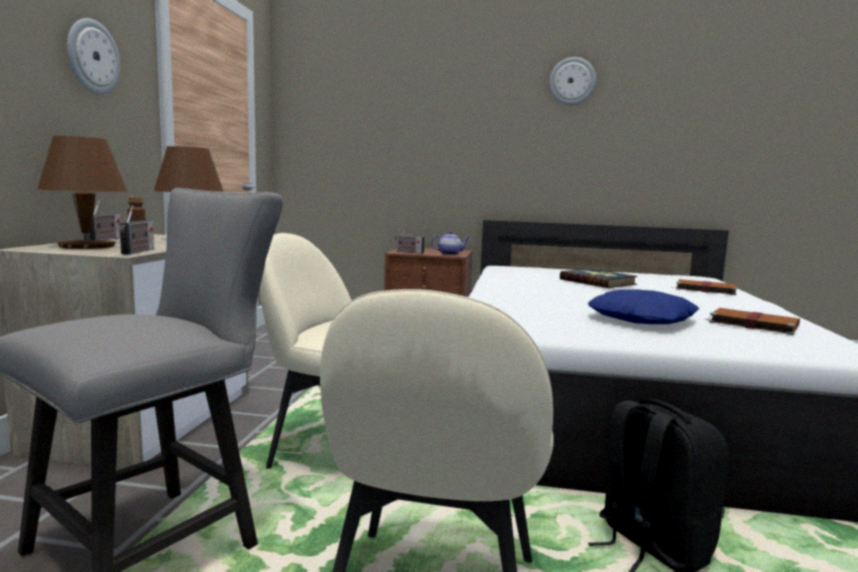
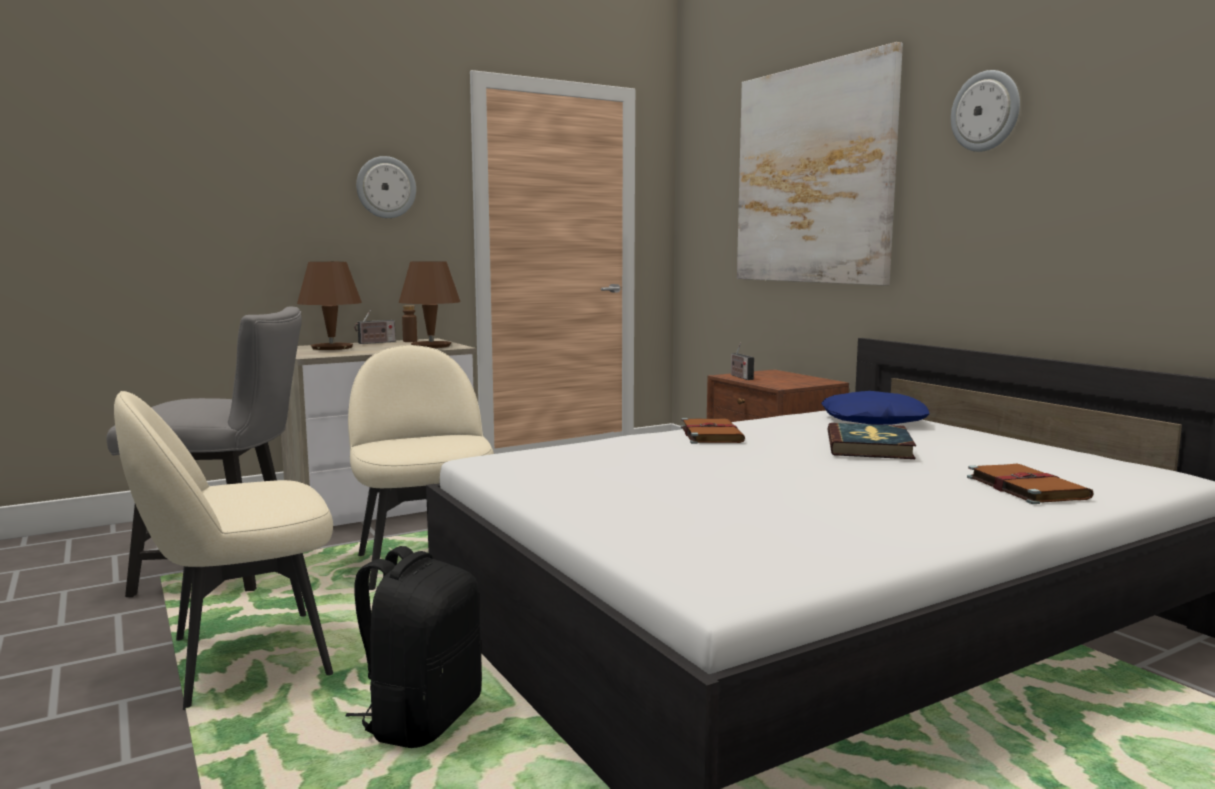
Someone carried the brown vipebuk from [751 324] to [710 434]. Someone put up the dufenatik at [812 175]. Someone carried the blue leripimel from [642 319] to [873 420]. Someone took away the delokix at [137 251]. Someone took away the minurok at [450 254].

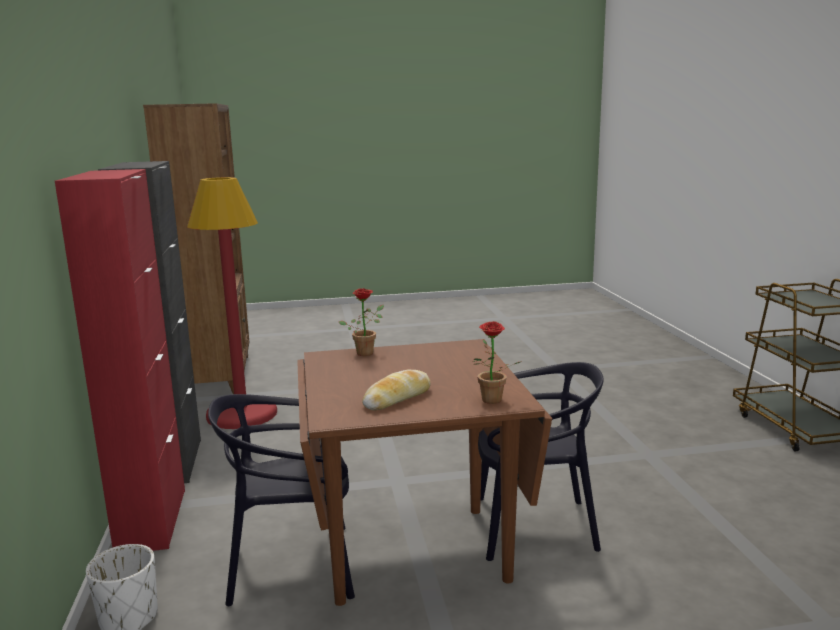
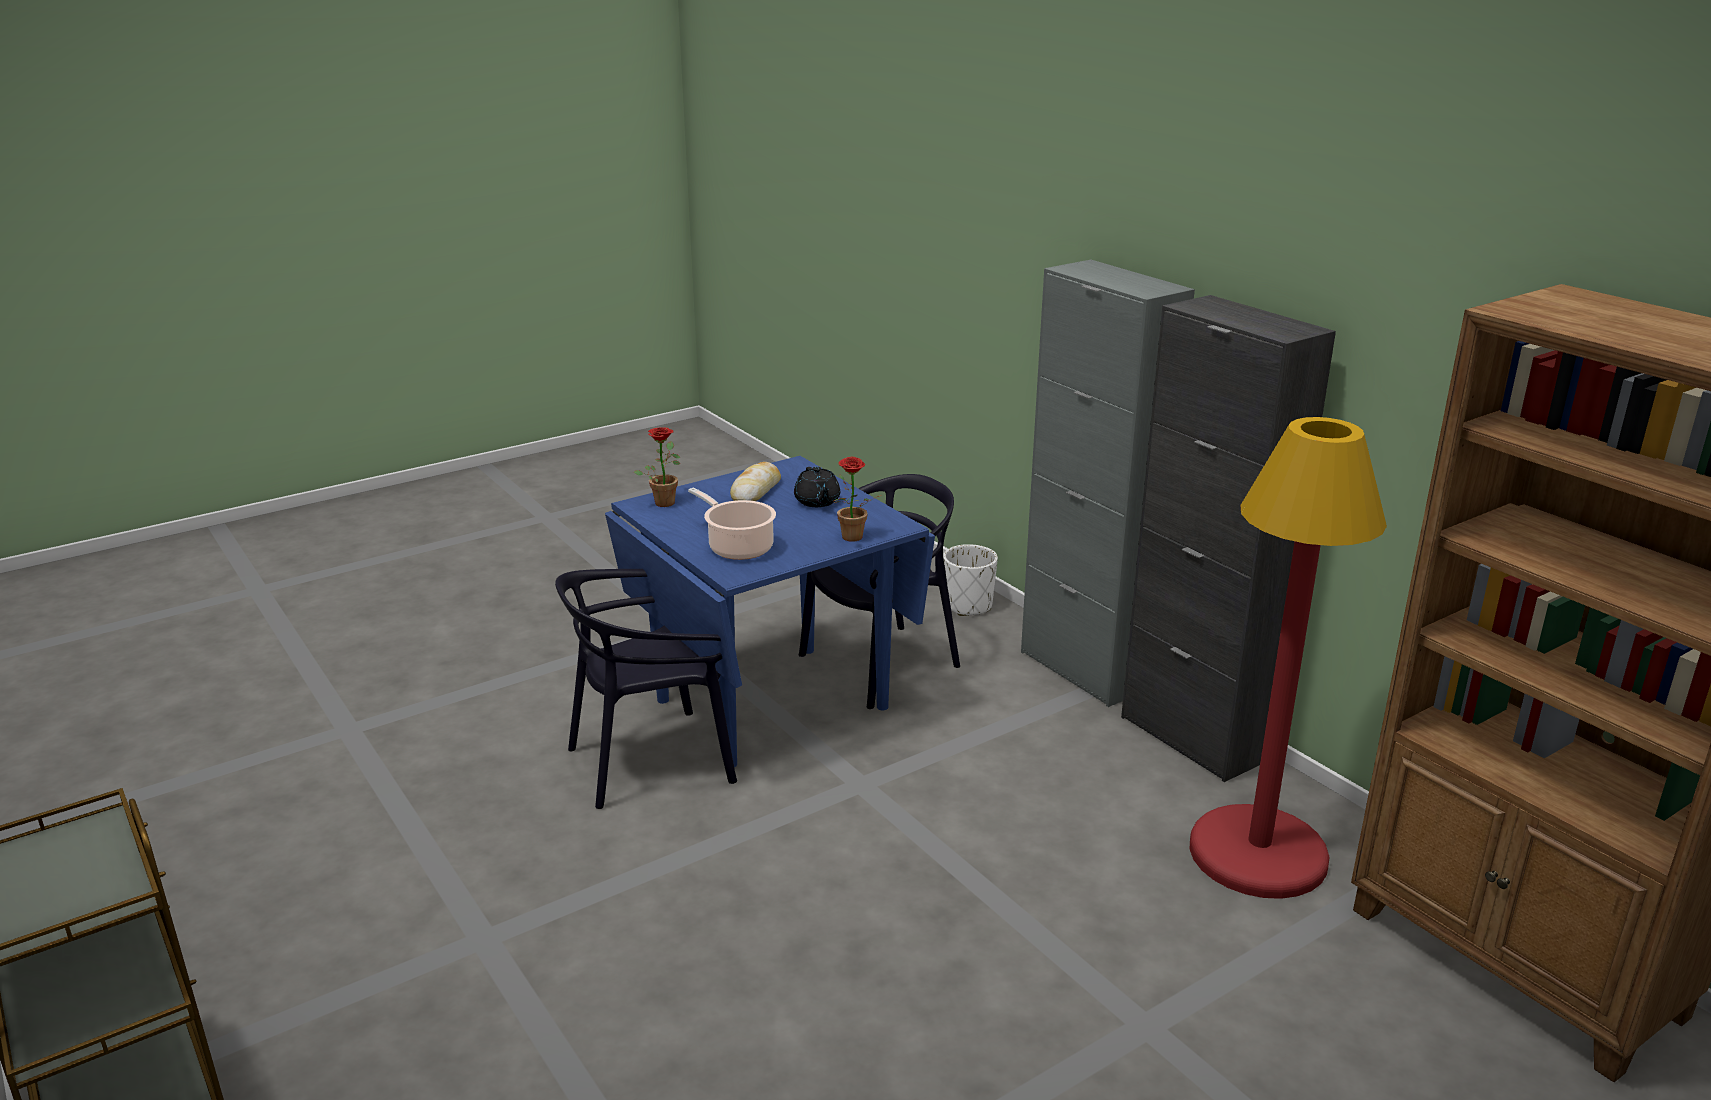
Someone repainted the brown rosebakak at [414 551], which became the blue rosebakak at [773 704]. Someone put down the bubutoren at [738 547]. Someone put down the black minurok at [817 502]. Someone repainted the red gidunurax at [152 520], which became the grey gidunurax at [1084 670].

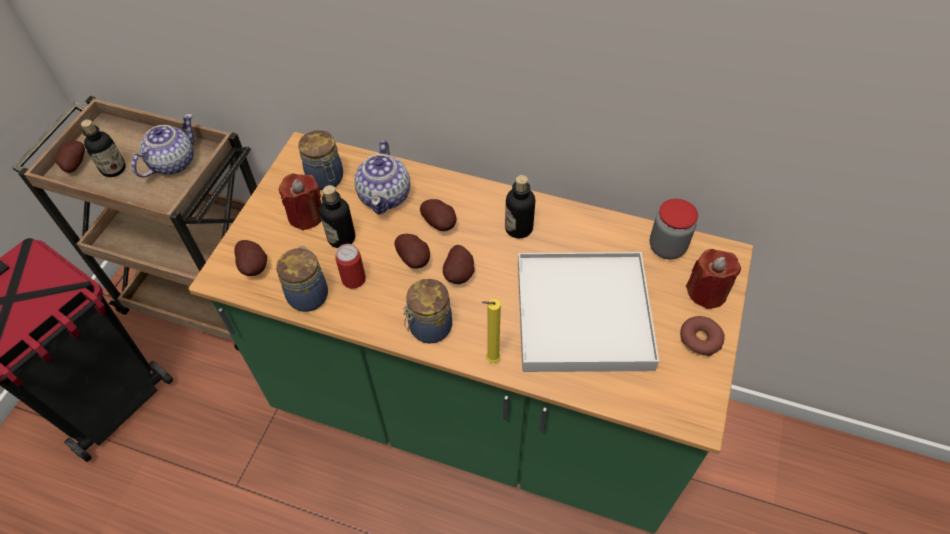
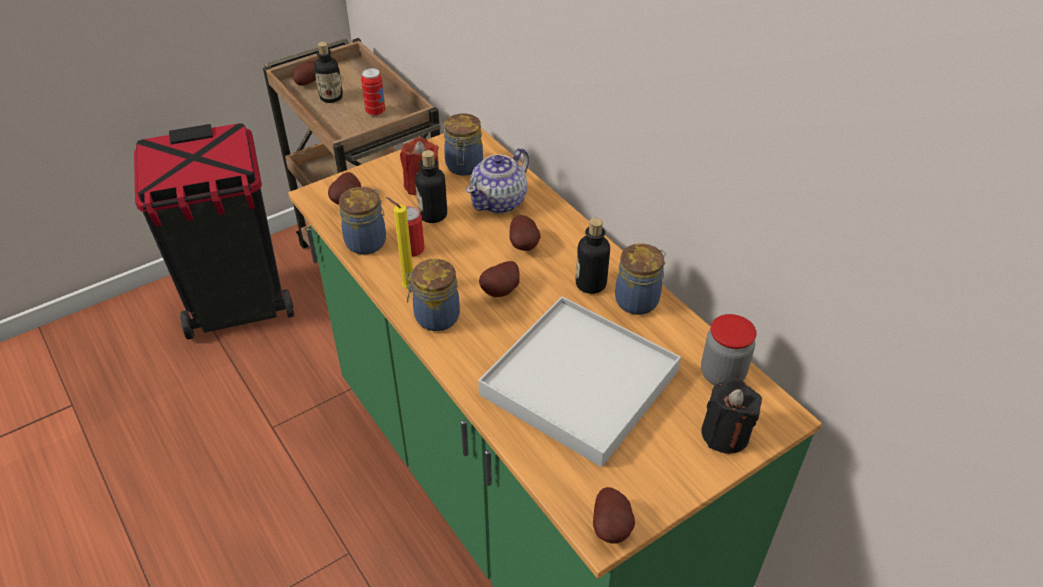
Someone swapped the minurok at [172 163] for the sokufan at [375 112]. Someone carried the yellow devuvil from [490 360] to [407 287]. Someone carried the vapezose from [415 259] to [612 527]. Someone put down the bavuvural at [638 300]. Someone repainted the red devuvil at [707 292], which became the black devuvil at [725 434]. Someone took away the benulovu at [699 339].

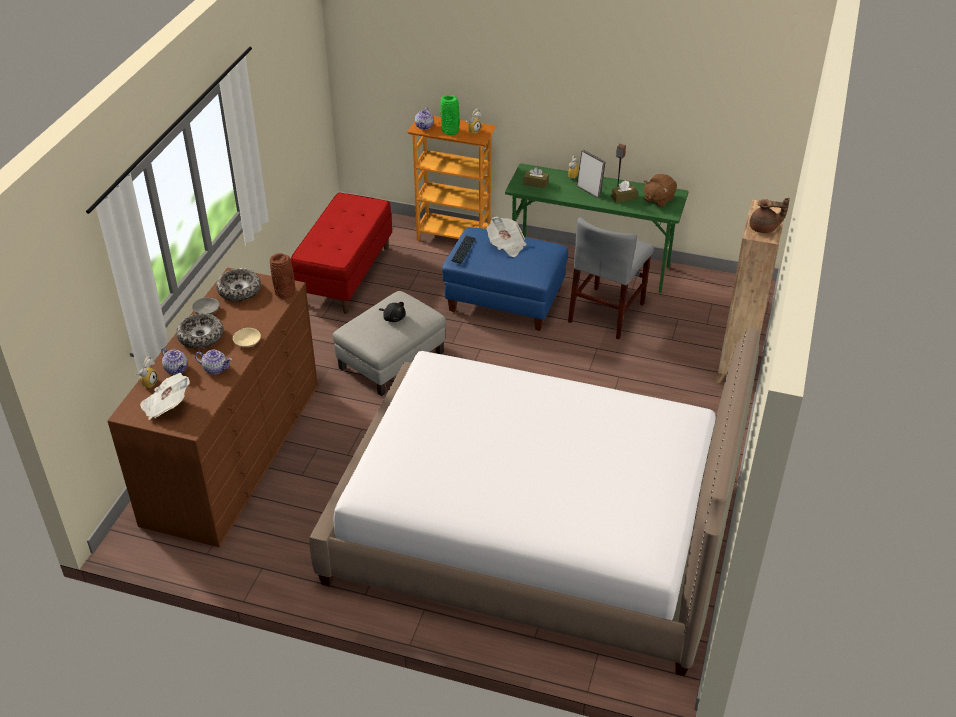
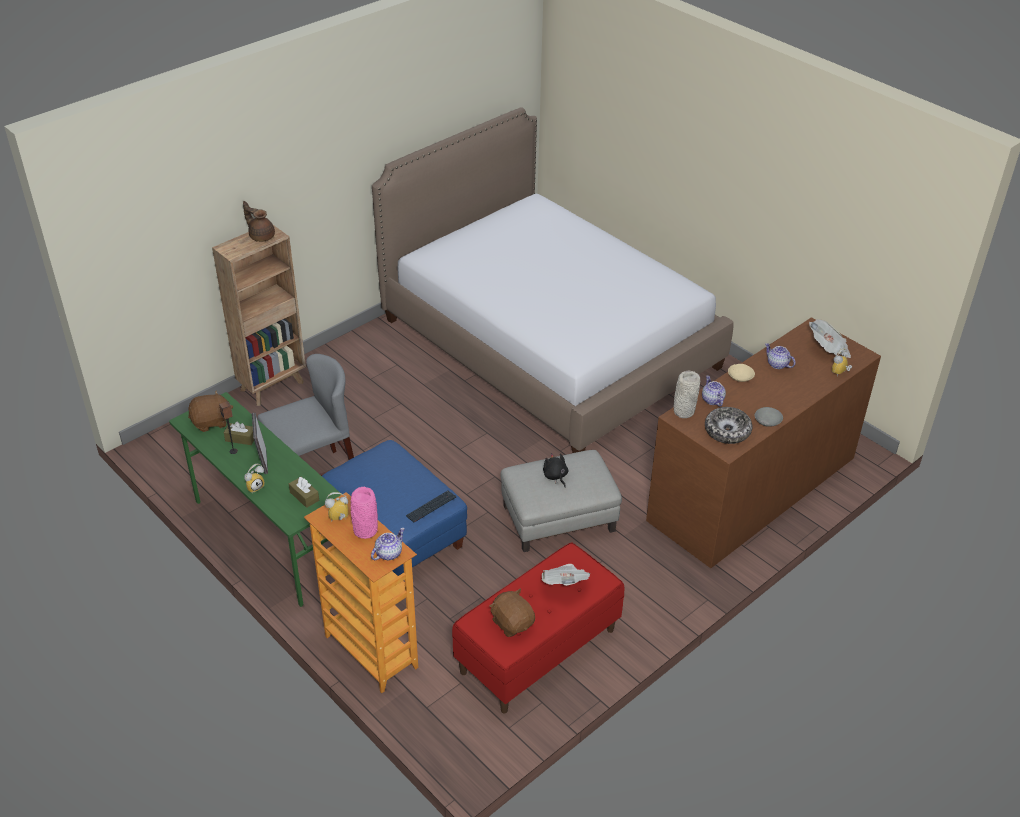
Someone repainted the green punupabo at [451 131], which became the pink punupabo at [365 530]. Someone put down the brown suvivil at [512 623]. Someone carried the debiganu from [506 245] to [564 583]. Someone repainted the brown punupabo at [285 293], which became the grey punupabo at [683 411]. Someone carried the minurok from [176 369] to [712 400]. Someone took away the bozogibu at [201 336].

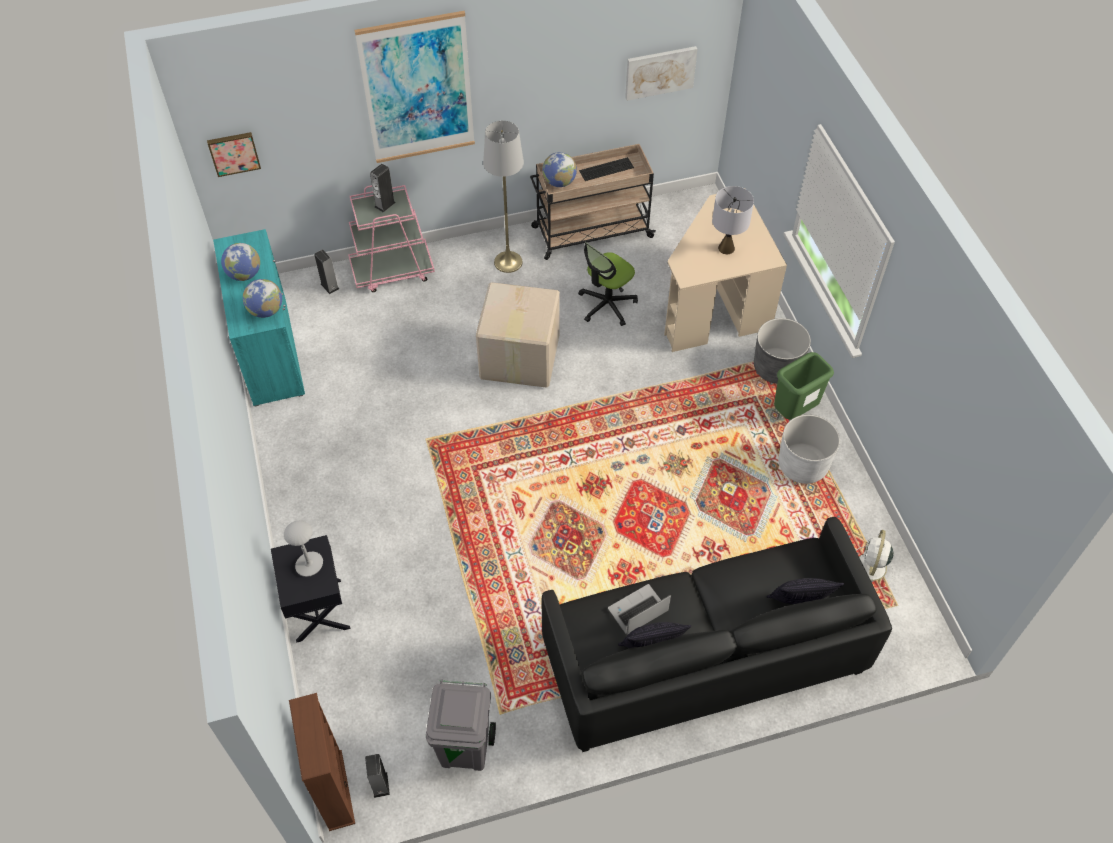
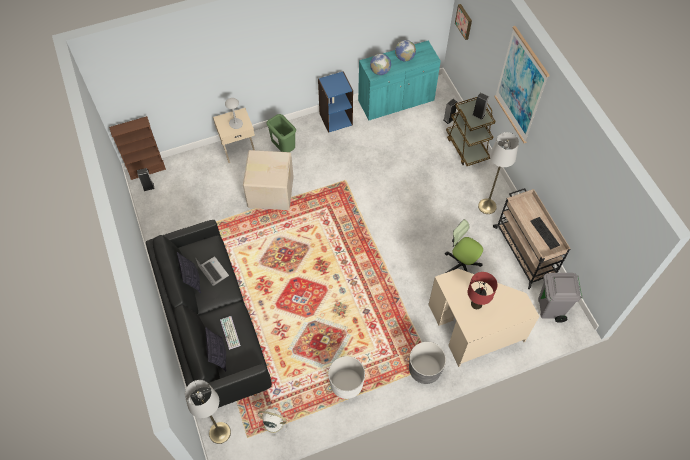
Someone put down the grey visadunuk at [219 432]. Someone repainted the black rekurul at [317 610], which became the beige rekurul at [238 148]. Someone put down the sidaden at [231 333]. Someone carried the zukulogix from [518 358] to [270 191]. Someone carried the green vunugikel from [794 411] to [284 148]. Someone put down the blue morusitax at [335 119]. Someone repainted the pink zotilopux at [393 271], which became the brown zotilopux at [467 147]. Someone repainted the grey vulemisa at [726 248], which became the red vulemisa at [476 304]. Someone carried the grey vunugikel from [465 748] to [550 309]. Someone took away the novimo at [559 182]. Someone took away the dufenatik at [660 72].

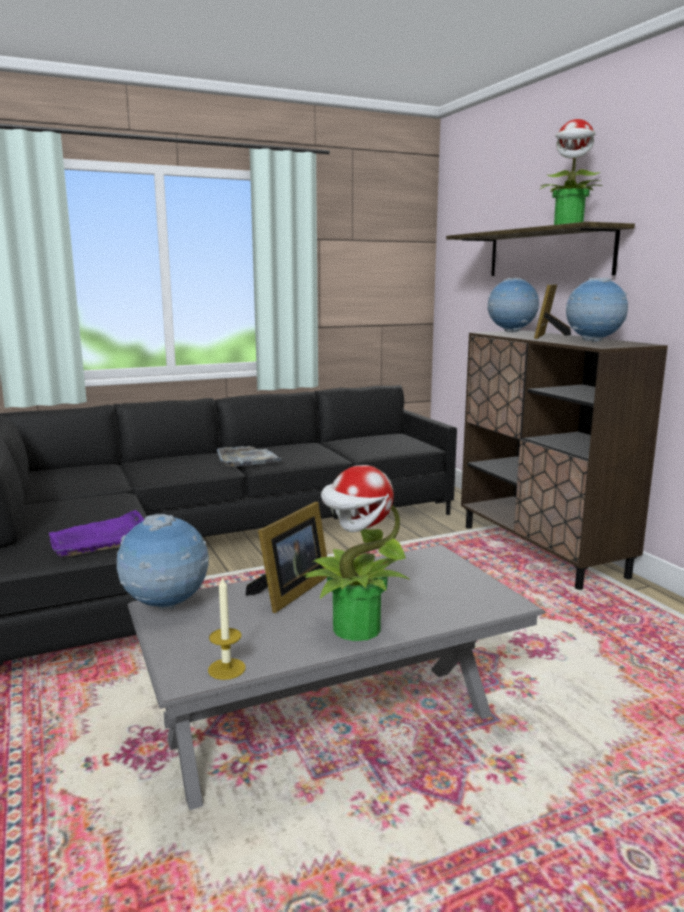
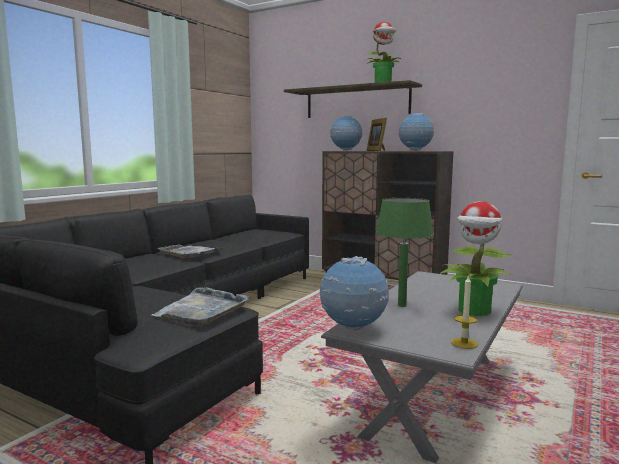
Someone repainted the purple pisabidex at [100 538], which became the grey pisabidex at [202 310]. Someone swapped the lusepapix at [290 591] for the green vulemisa at [401 305].

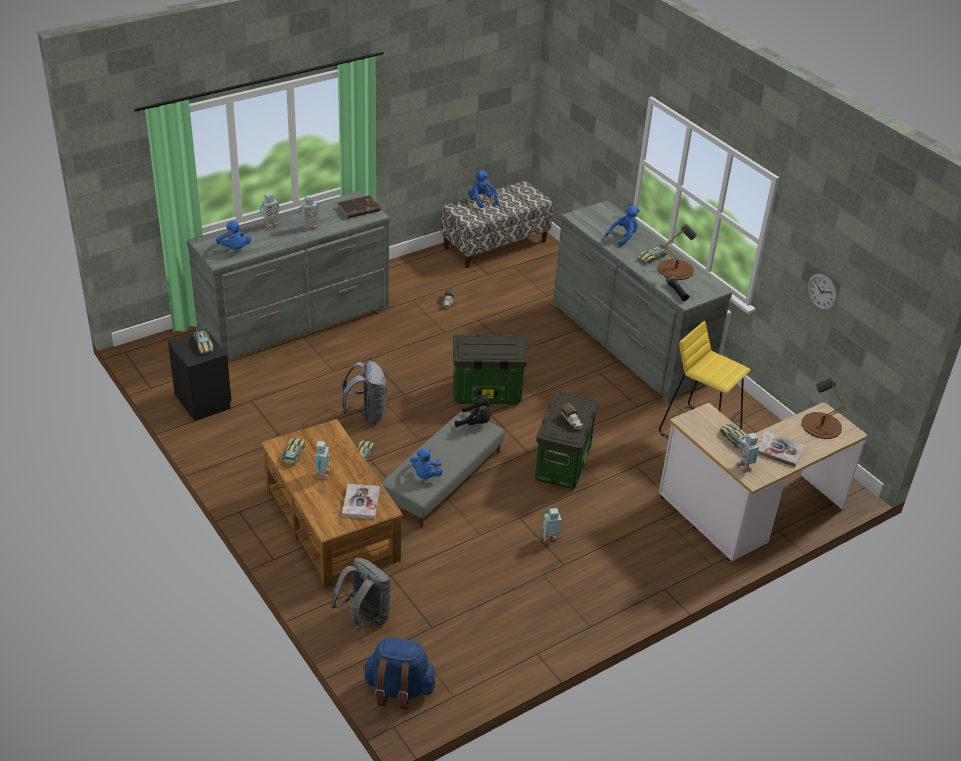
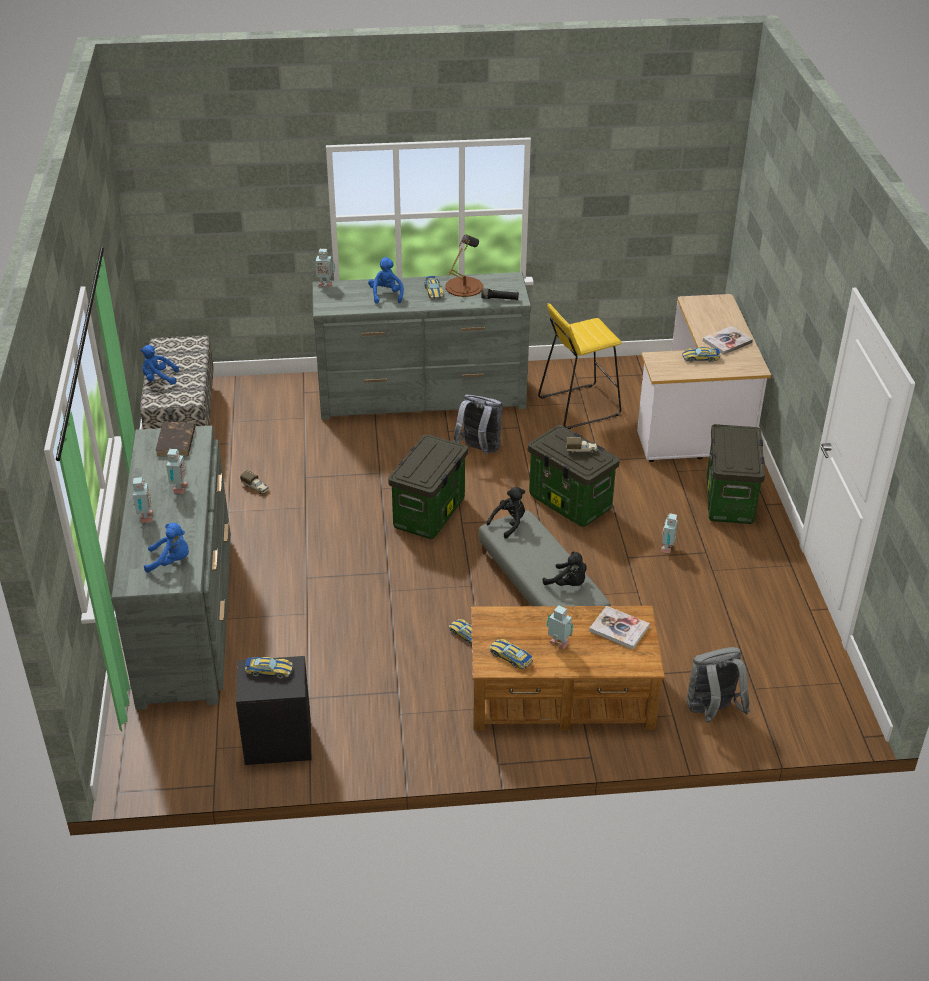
Someone carried the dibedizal from [744 467] to [324 284]. Someone carried the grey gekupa from [366 415] to [479 450]. Someone repainted the blue suvivil at [425 475], which became the black suvivil at [568 584]. Someone put down the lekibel at [730 501]. Someone took away the blue gekupa at [398 689]. Someone took away the brown vulemisa at [821 425]. Someone took away the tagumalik at [822 292].

